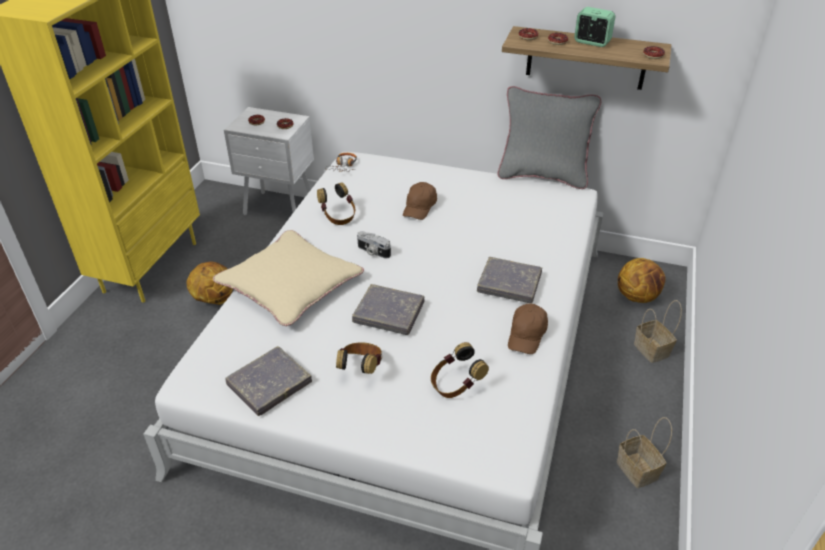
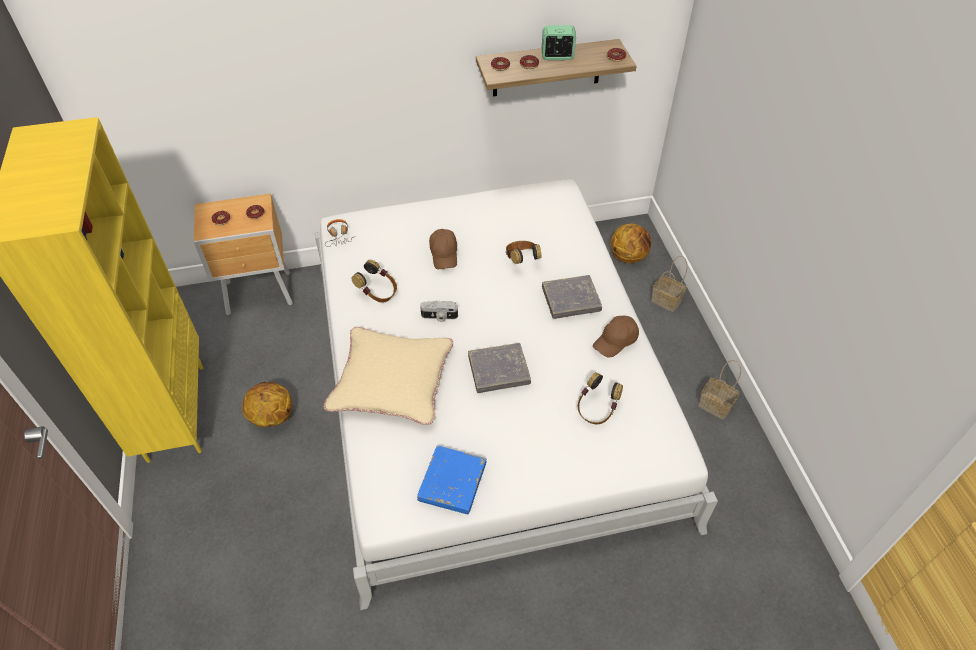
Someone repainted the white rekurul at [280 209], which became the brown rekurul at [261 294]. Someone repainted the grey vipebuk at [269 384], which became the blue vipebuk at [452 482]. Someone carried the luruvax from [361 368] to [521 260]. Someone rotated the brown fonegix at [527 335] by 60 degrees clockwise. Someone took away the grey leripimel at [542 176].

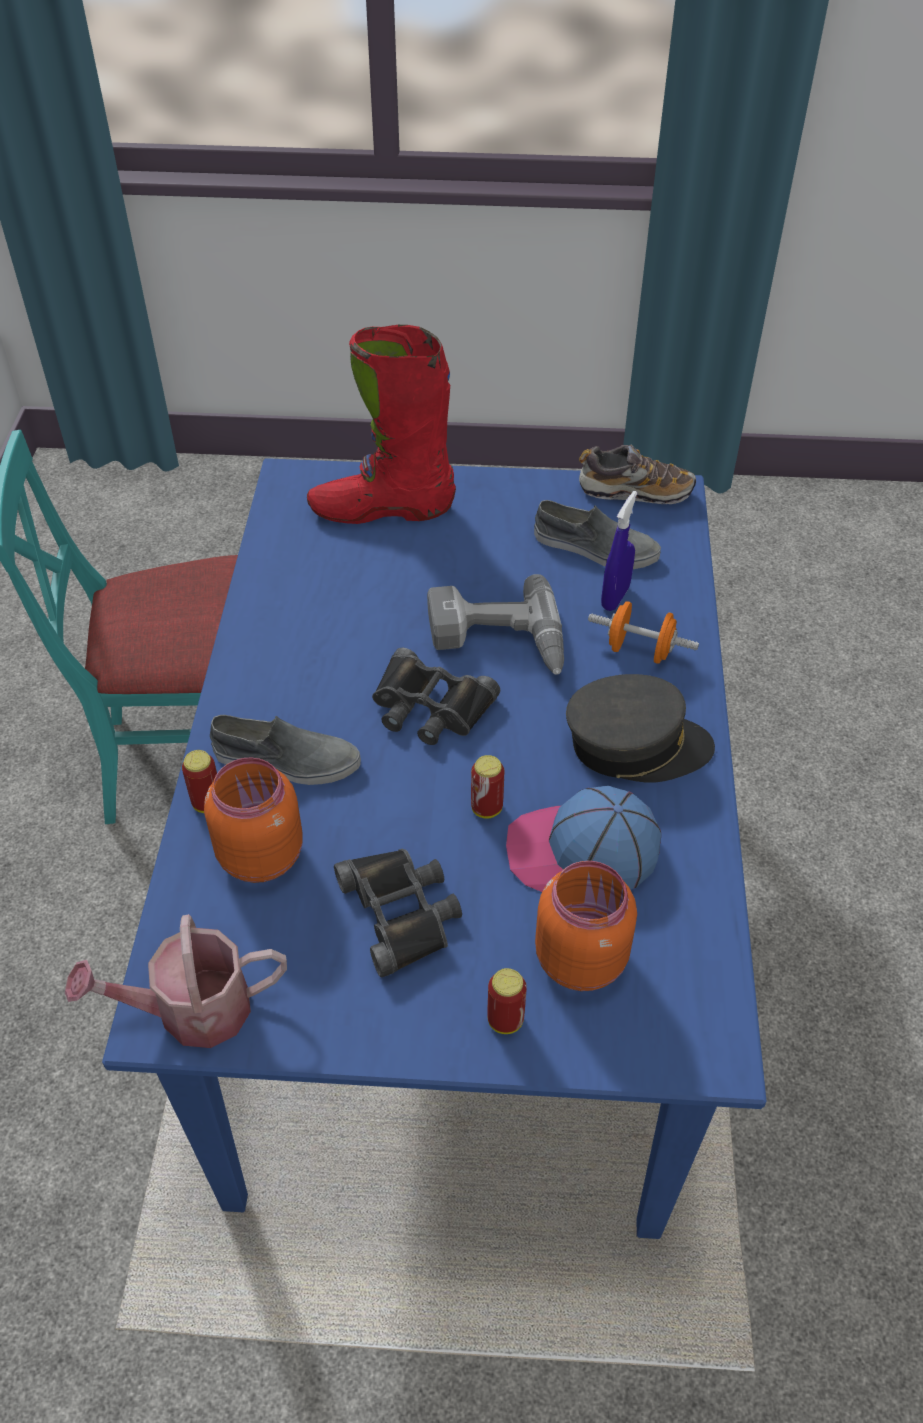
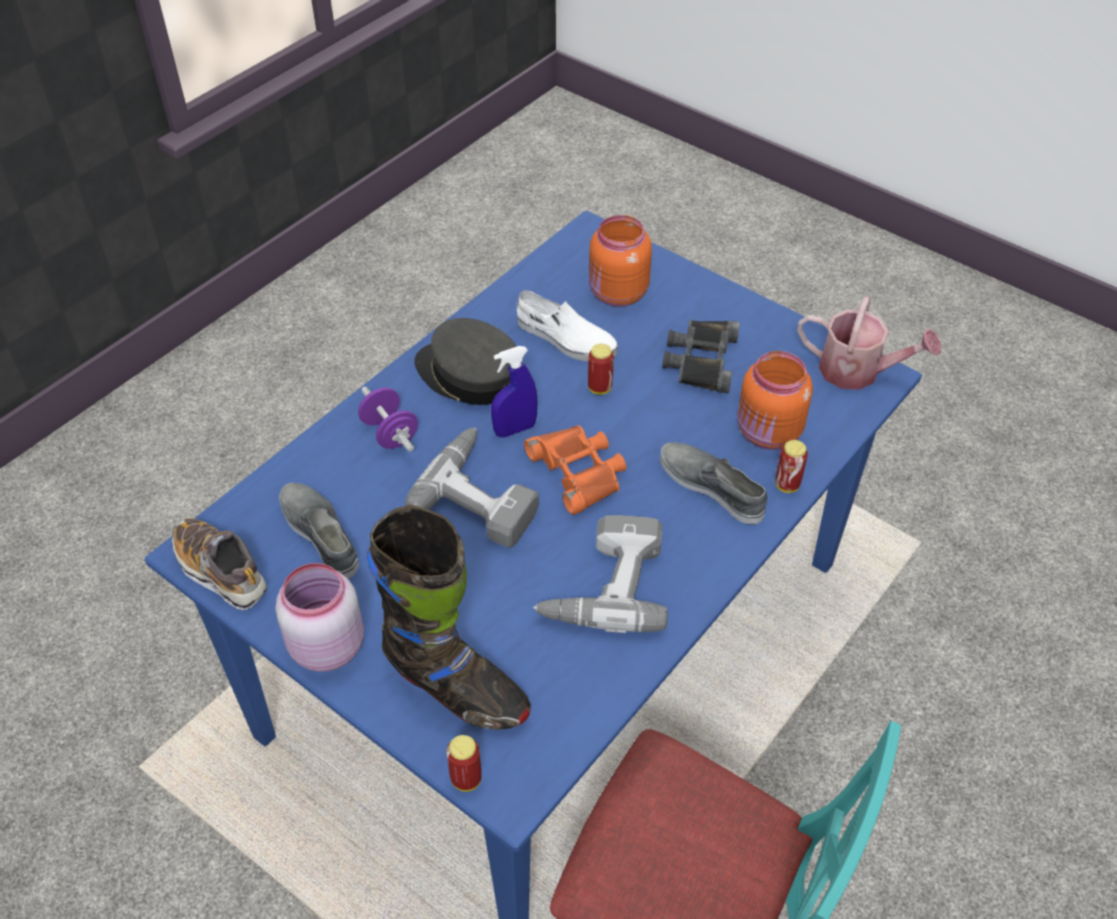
Someone put down the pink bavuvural at [325 646]. Someone repainted the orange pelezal at [639 650], which became the purple pelezal at [390 433]. Someone repainted the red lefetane at [382 509], which became the black lefetane at [455 688]. Someone carried the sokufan from [505 1020] to [466 779]. Someone carried the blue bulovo from [615 597] to [515 429]. Someone swapped the fonegix at [581 851] for the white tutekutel at [565 338]. Someone repainted the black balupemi at [429 707], which became the orange balupemi at [579 471]. Someone put down the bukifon at [603 584].

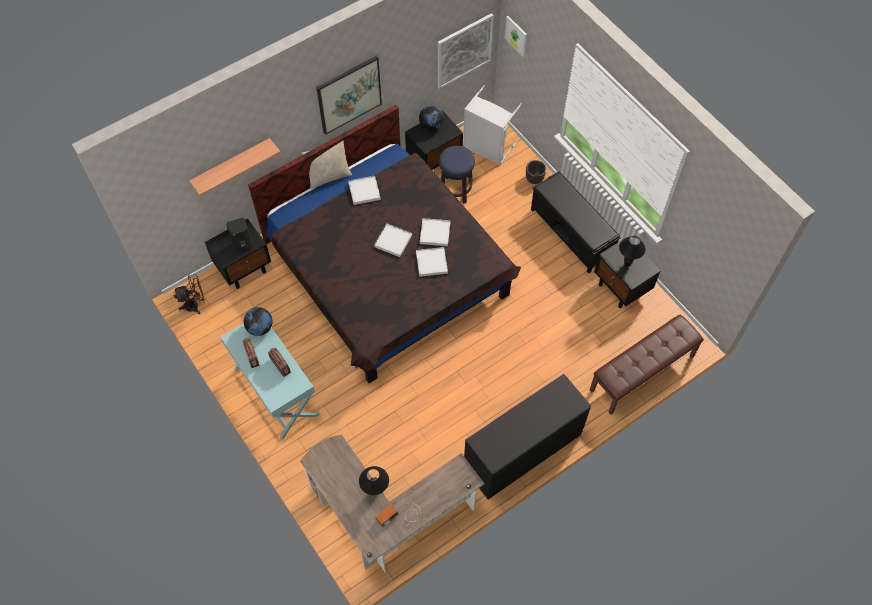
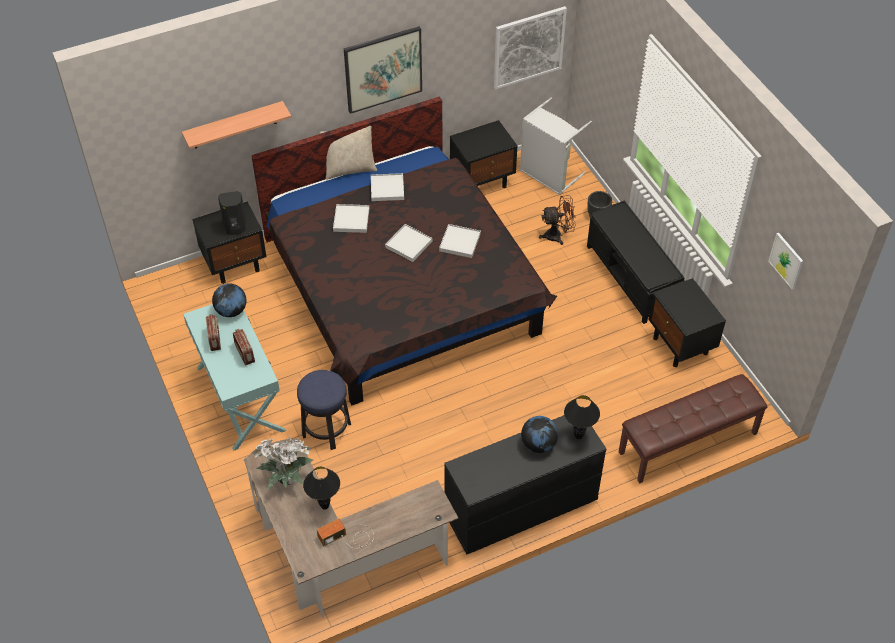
Someone put down the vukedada at [285 478]. Someone carried the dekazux from [456 190] to [326 429]. Someone carried the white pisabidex from [431 262] to [351 220]. Someone carried the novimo from [431 126] to [538 444]. Someone carried the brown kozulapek from [195 305] to [557 235]. Someone carried the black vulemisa from [627 264] to [578 436]. Someone carried the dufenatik from [516 35] to [786 260].

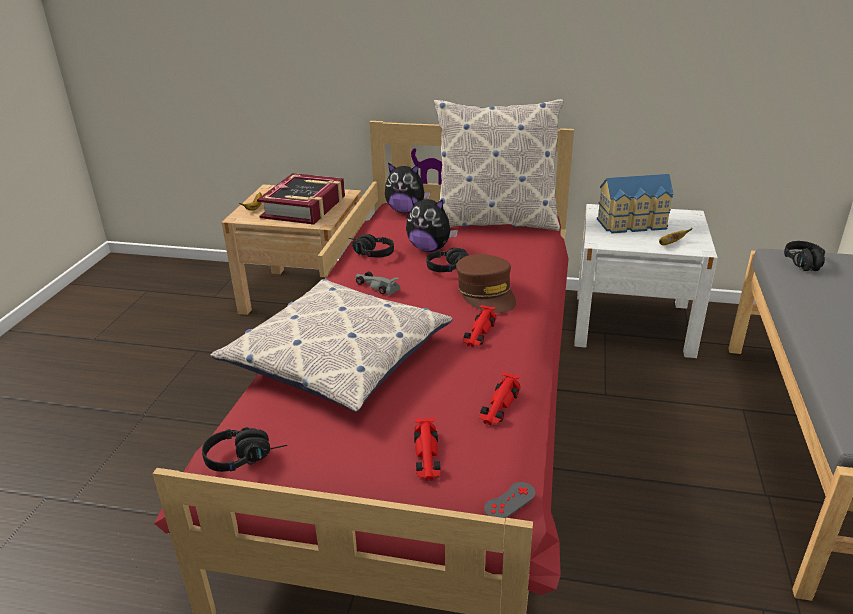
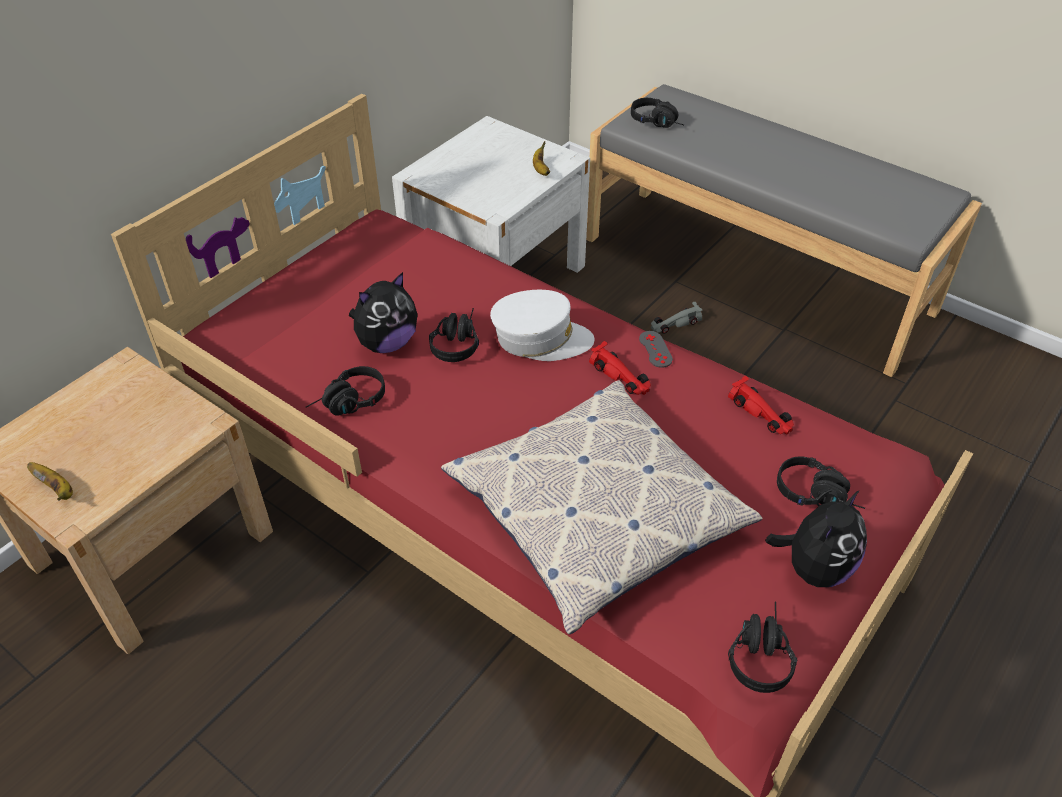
Someone repainted the brown fonegix at [486 294], which became the white fonegix at [541 339]. Someone carried the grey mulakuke from [510 501] to [655 349]. Someone carried the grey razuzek from [376 286] to [675 323]. Someone carried the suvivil from [406 210] to [814 568]. Someone swapped the red razuzek at [427 456] for the black luruvax at [818 495]. Someone took away the vipebuk at [304 207]. Someone took away the leripimel at [495 222]. Someone took away the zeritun at [633 224].

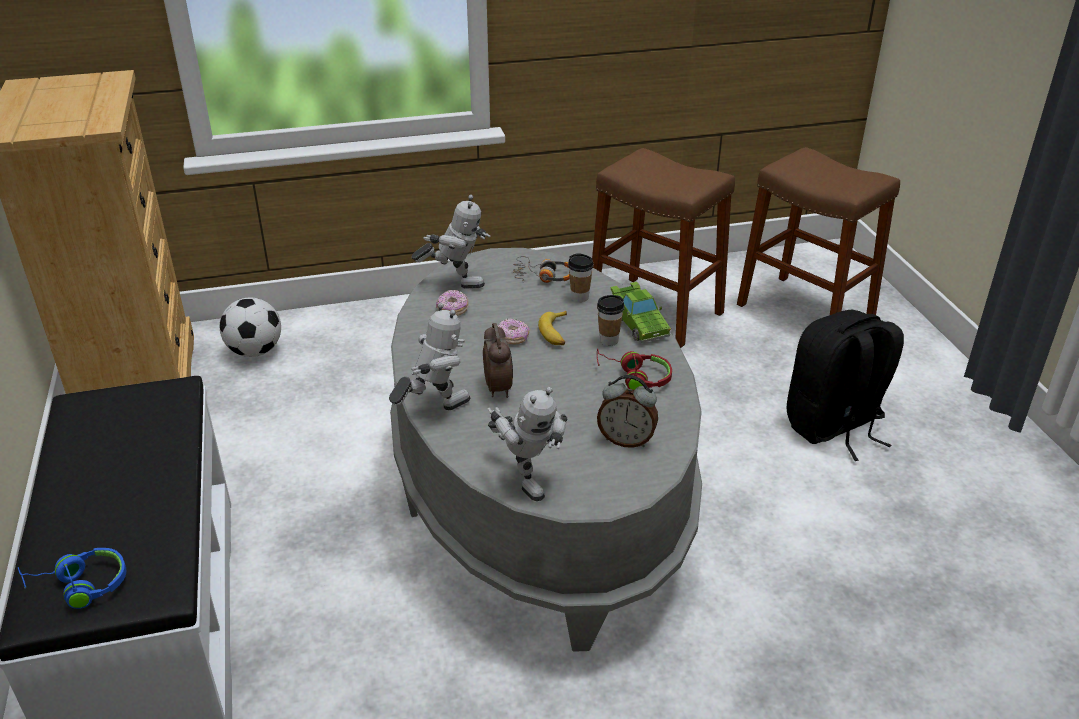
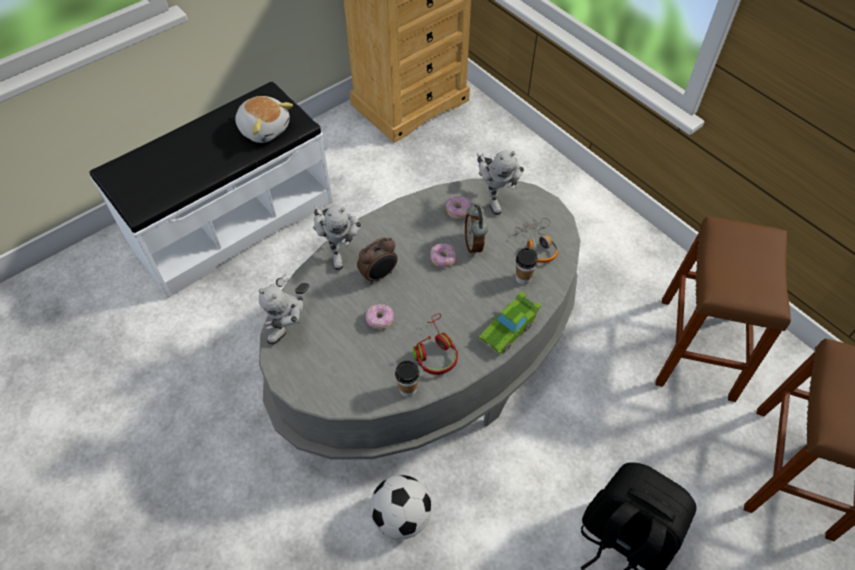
Someone put down the suvivil at [264 128]. Someone rotated the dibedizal at [434 409] by 45 degrees clockwise. Someone put down the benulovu at [380 320]. Someone carried the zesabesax from [255 351] to [402 516]. Someone carried the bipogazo from [608 340] to [408 389]. Someone carried the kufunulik from [626 440] to [474 245]. Someone took away the blue luruvax at [79 586]. Someone took away the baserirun at [556 333].

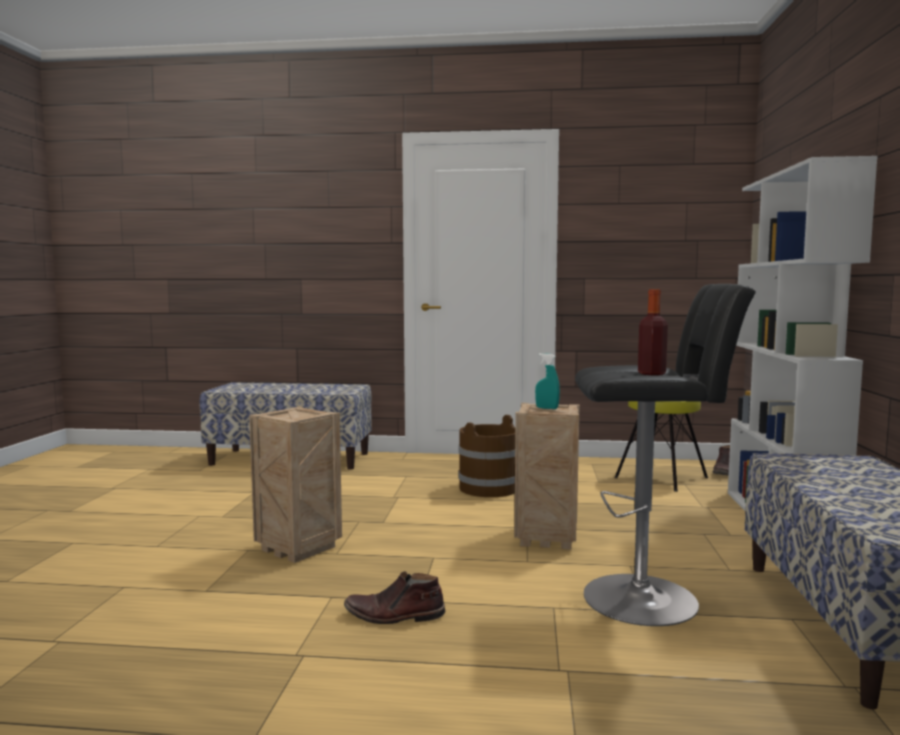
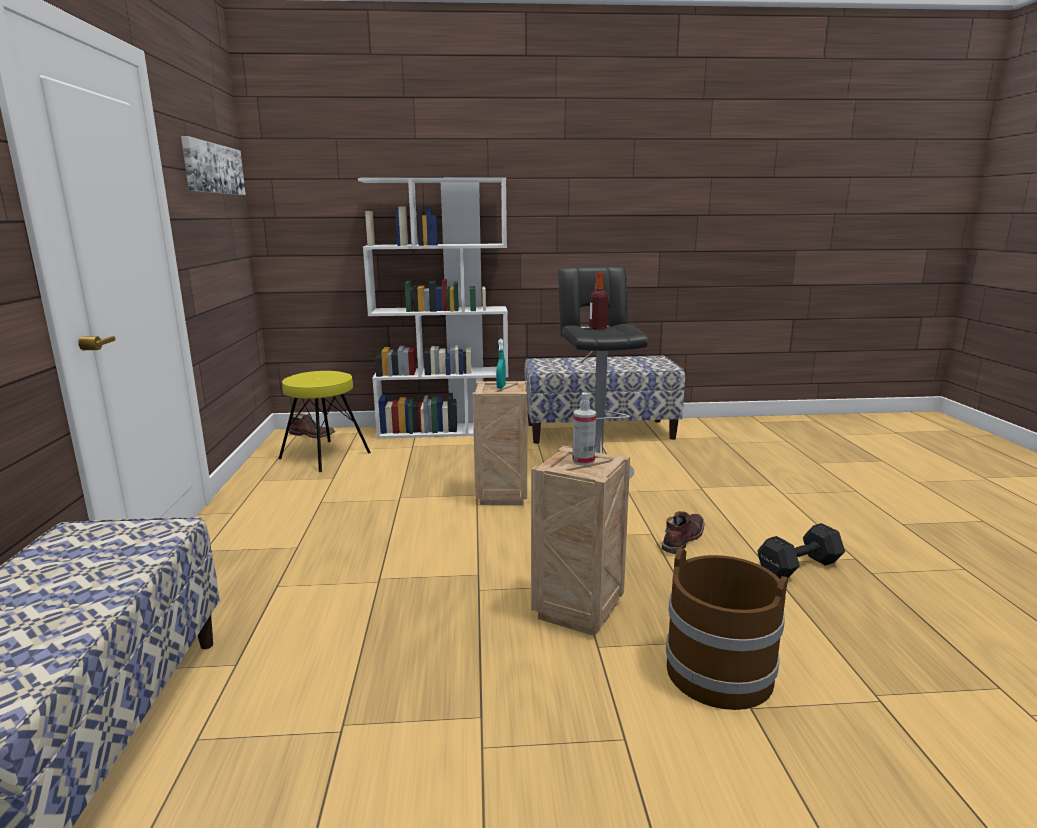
Someone put up the dufenatik at [213 168]. Someone put down the bulovo at [583 461]. Someone rotated the brown lefetane at [394 616] by 135 degrees counterclockwise. Someone carried the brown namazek from [489 488] to [718 672]. Someone put down the black pelezal at [801 566].

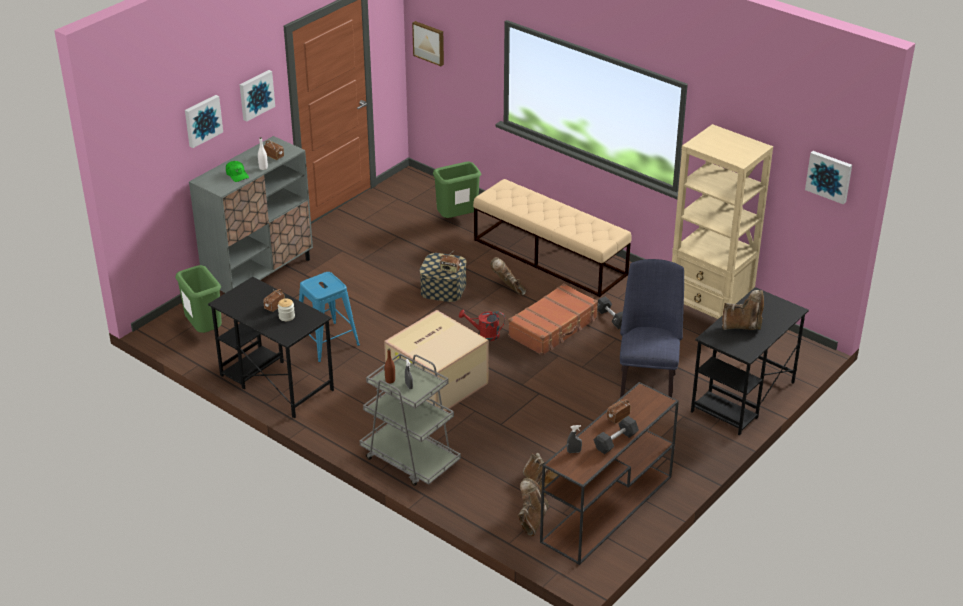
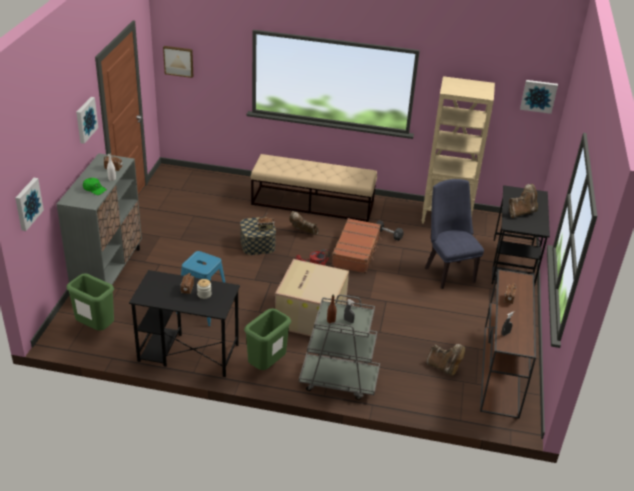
Someone carried the dufenatik from [202 120] to [27 203]. Someone carried the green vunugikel from [457 219] to [266 365]. Someone took away the brown lefetane at [531 520]. Someone took away the black pelezal at [615 441].

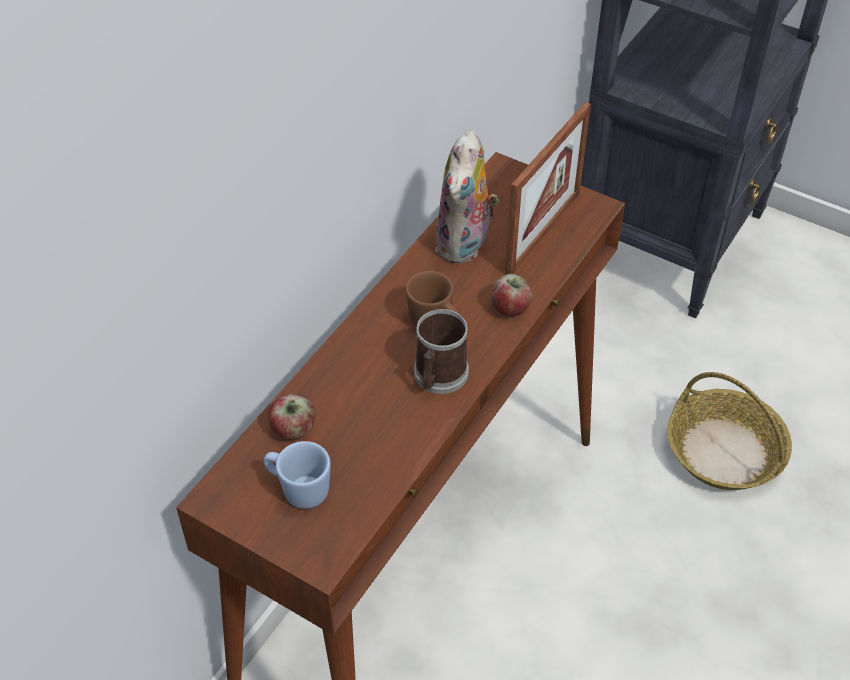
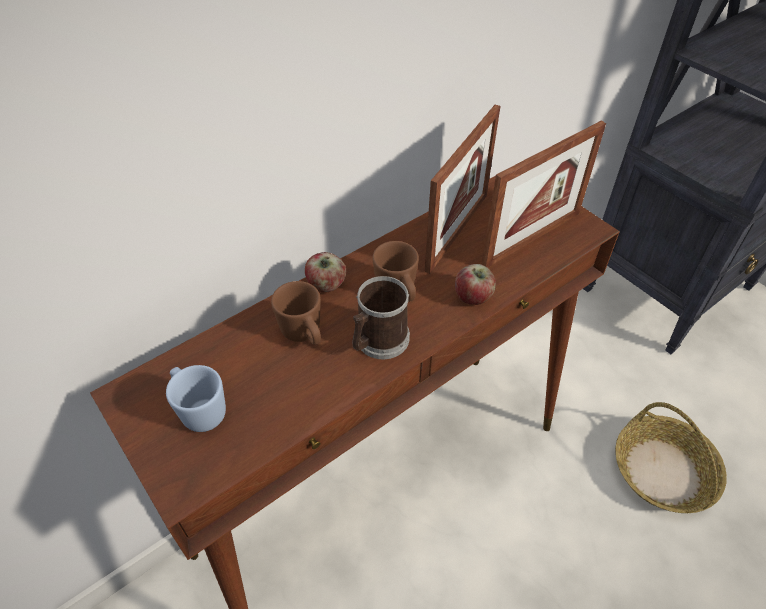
Someone put down the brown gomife at [304 334]. Someone carried the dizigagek from [293 430] to [326 285]. Someone swapped the suvivil at [465 244] for the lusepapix at [457 231].

